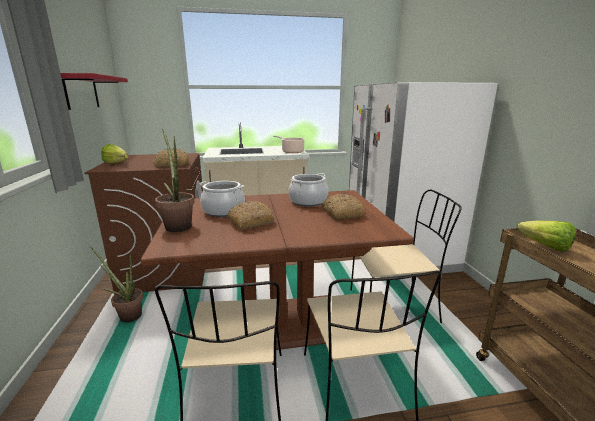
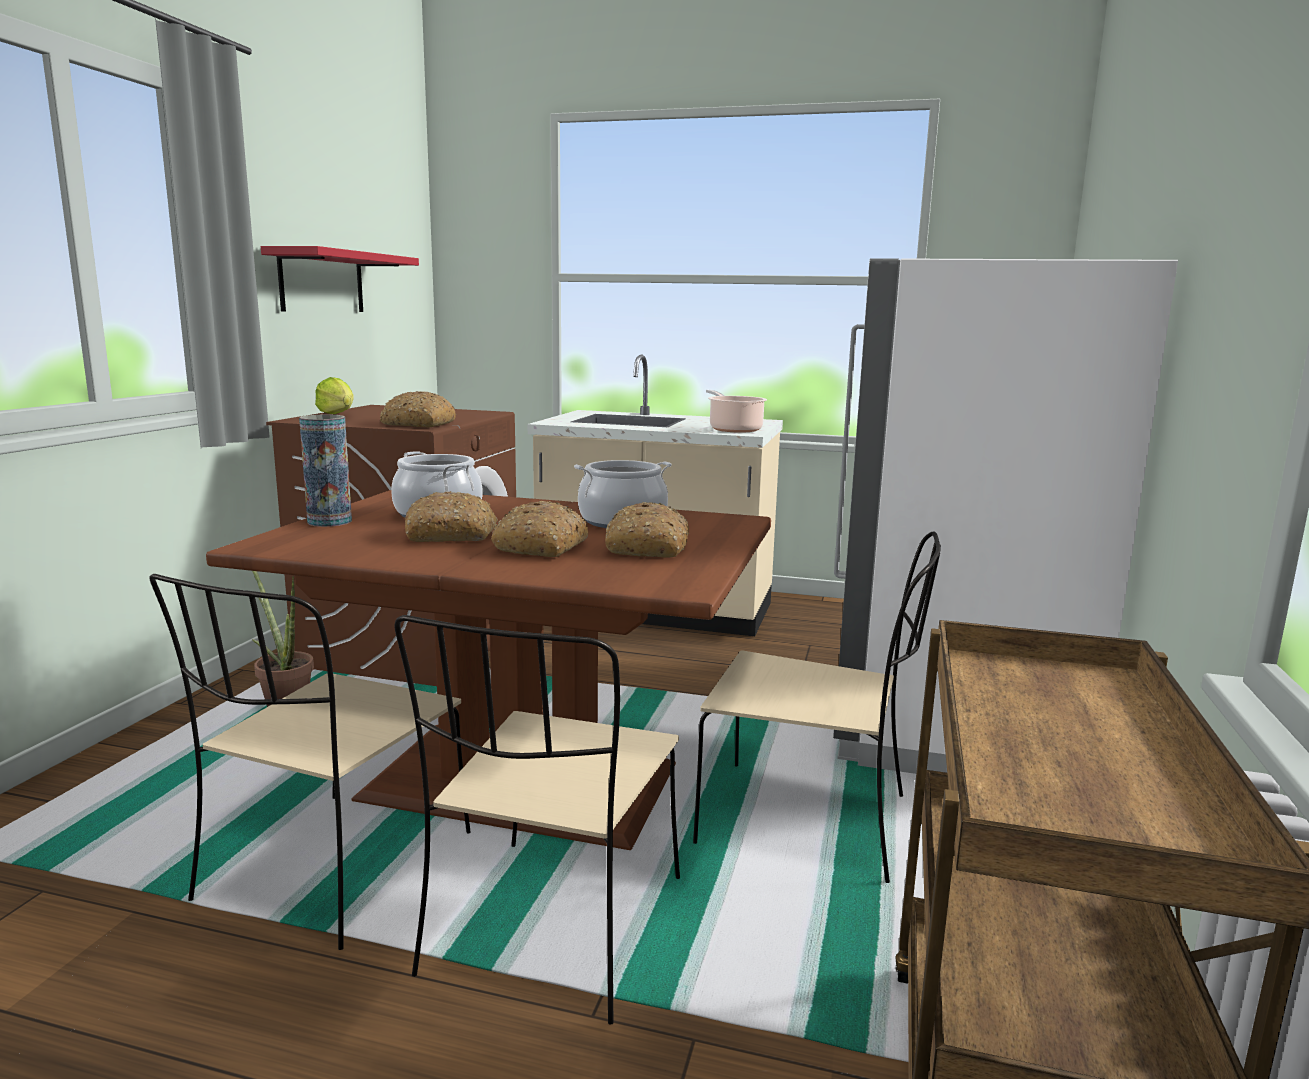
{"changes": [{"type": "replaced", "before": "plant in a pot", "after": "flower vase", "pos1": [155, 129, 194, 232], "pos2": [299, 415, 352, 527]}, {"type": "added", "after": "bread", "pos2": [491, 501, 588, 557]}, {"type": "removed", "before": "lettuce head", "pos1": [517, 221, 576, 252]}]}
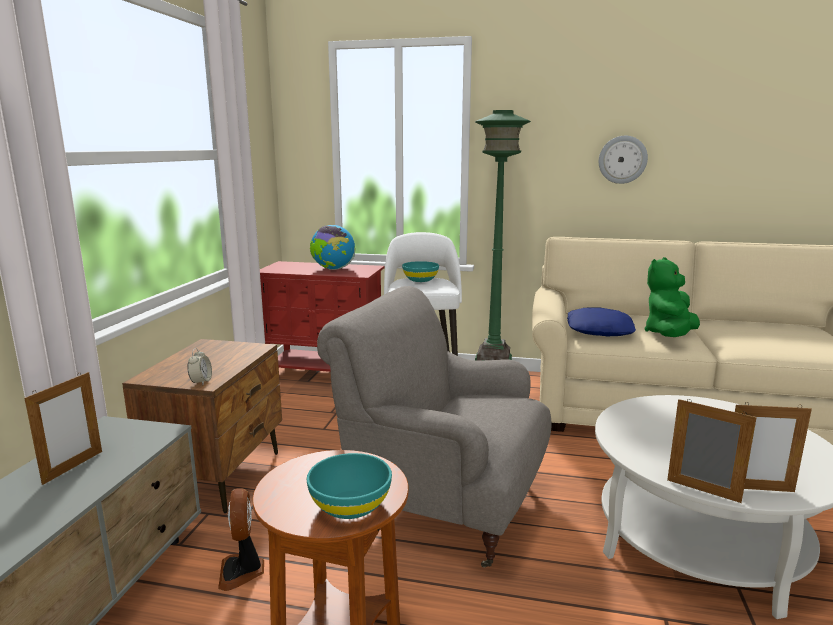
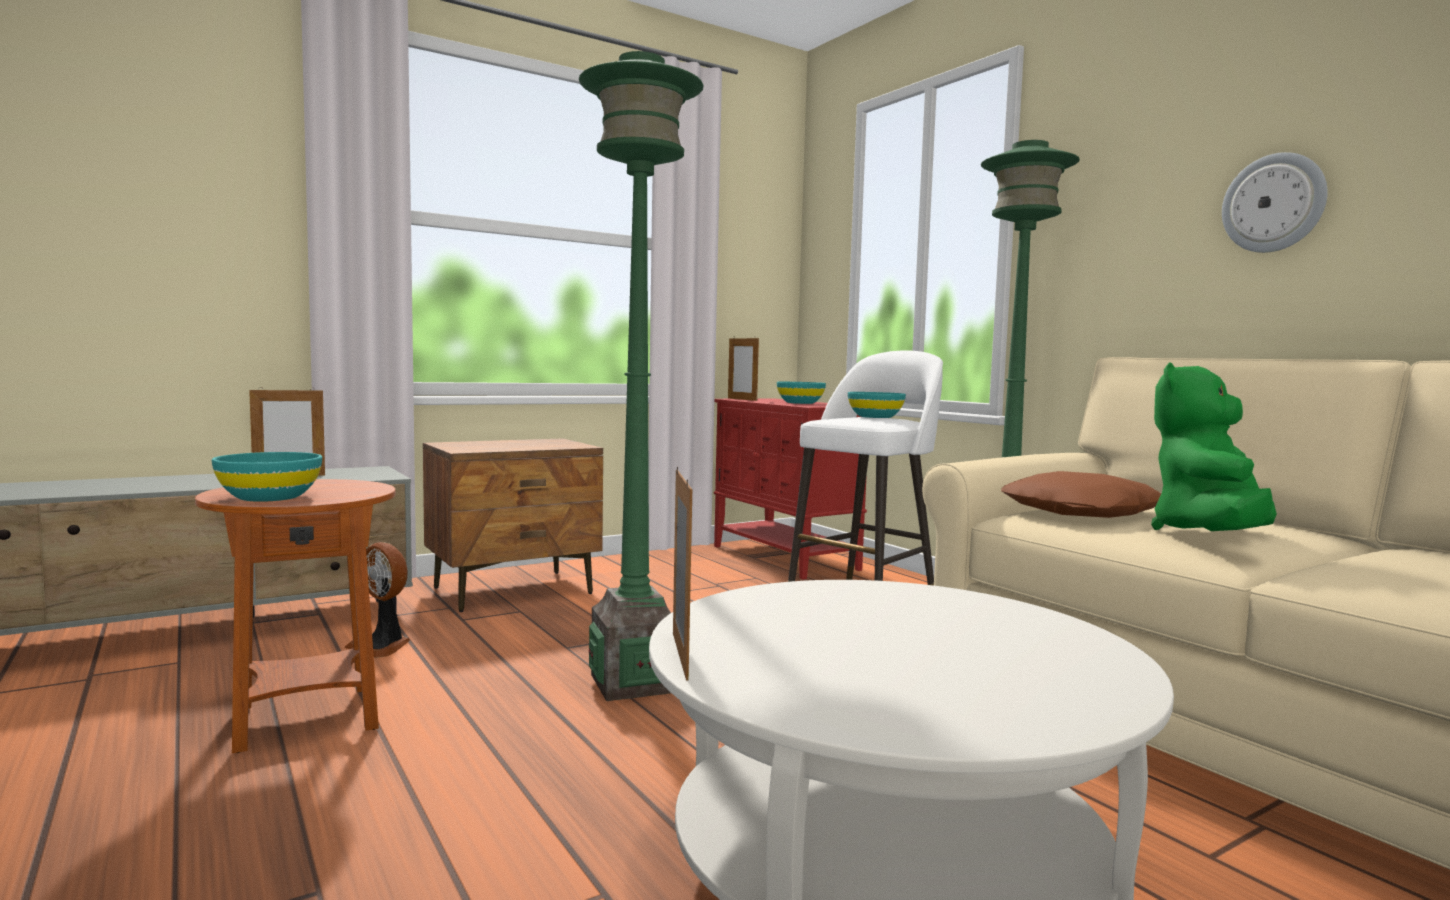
{"changes": [{"type": "turned", "before": "fan", "pos1": [218, 488, 264, 591], "pos2": [344, 542, 410, 658], "turn": -90}, {"type": "replaced", "before": "grey lounge chair", "after": "green standard lamp", "pos1": [317, 286, 551, 568], "pos2": [579, 51, 704, 701]}, {"type": "moved", "before": "standing frame", "pos1": [735, 402, 812, 492], "pos2": [728, 337, 759, 401]}, {"type": "replaced", "before": "desk globe", "after": "turquoise deep dish", "pos1": [310, 225, 355, 270], "pos2": [777, 382, 826, 404]}, {"type": "recoloured", "before": "blue cushion", "after": "brown-coloured cushion", "pos1": [567, 307, 636, 336], "pos2": [1001, 471, 1161, 518]}, {"type": "turned", "before": "green plush toy", "pos1": [644, 257, 700, 337], "pos2": [1151, 362, 1277, 531], "turn": -45}, {"type": "removed", "before": "table clock", "pos1": [187, 348, 212, 385]}]}
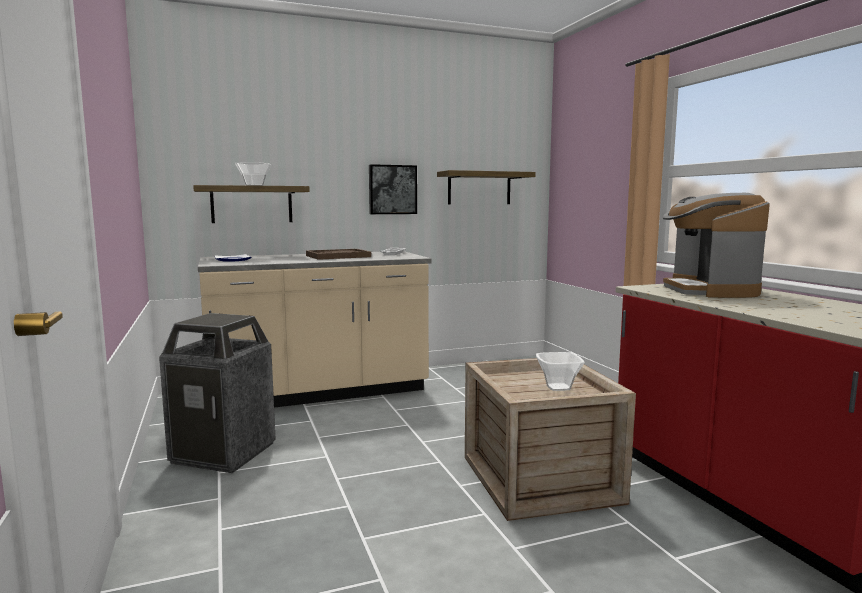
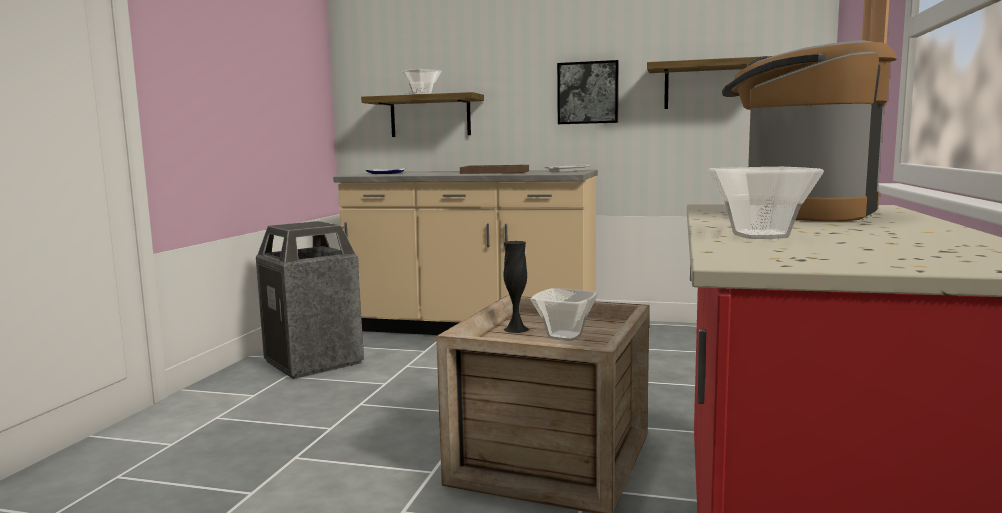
{"changes": [{"type": "added", "after": "black flower vase", "pos2": [504, 241, 529, 333]}, {"type": "added", "after": "deep dish", "pos2": [708, 167, 824, 239]}]}
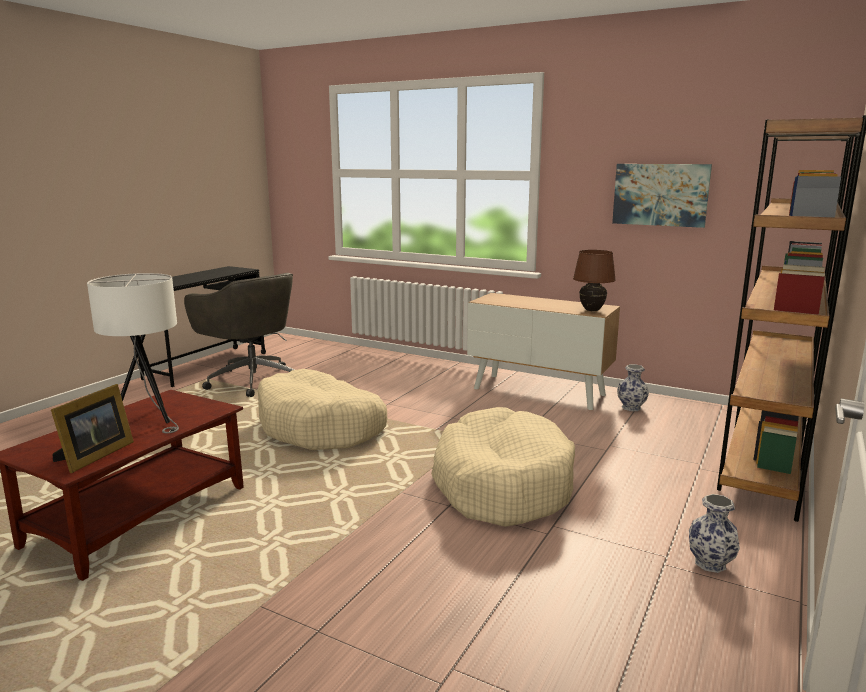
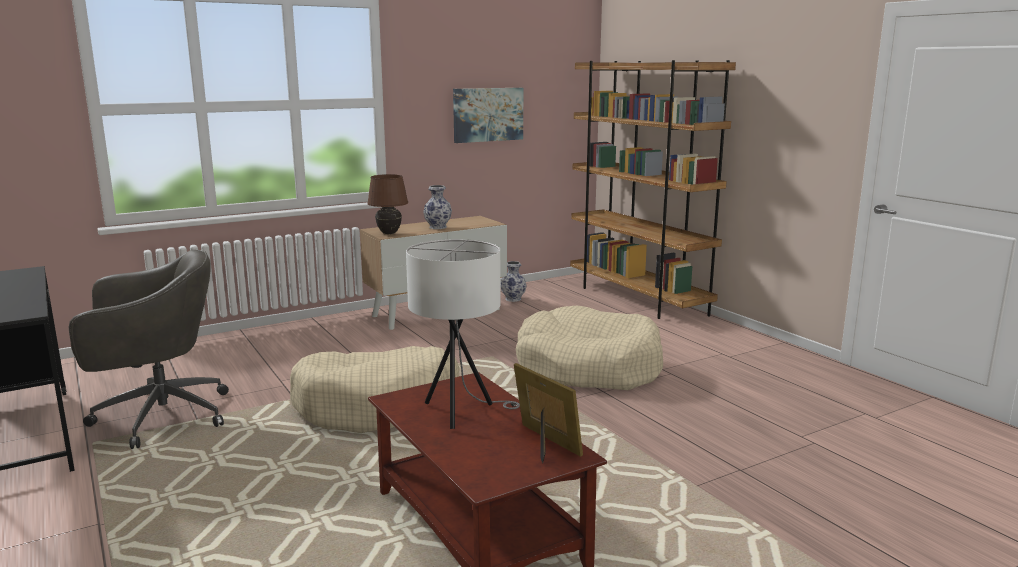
{"changes": [{"type": "moved", "before": "brown-coloured table lamp", "pos1": [573, 250, 616, 311], "pos2": [367, 174, 408, 234]}, {"type": "moved", "before": "flower vase", "pos1": [689, 494, 740, 573], "pos2": [423, 185, 452, 229]}]}
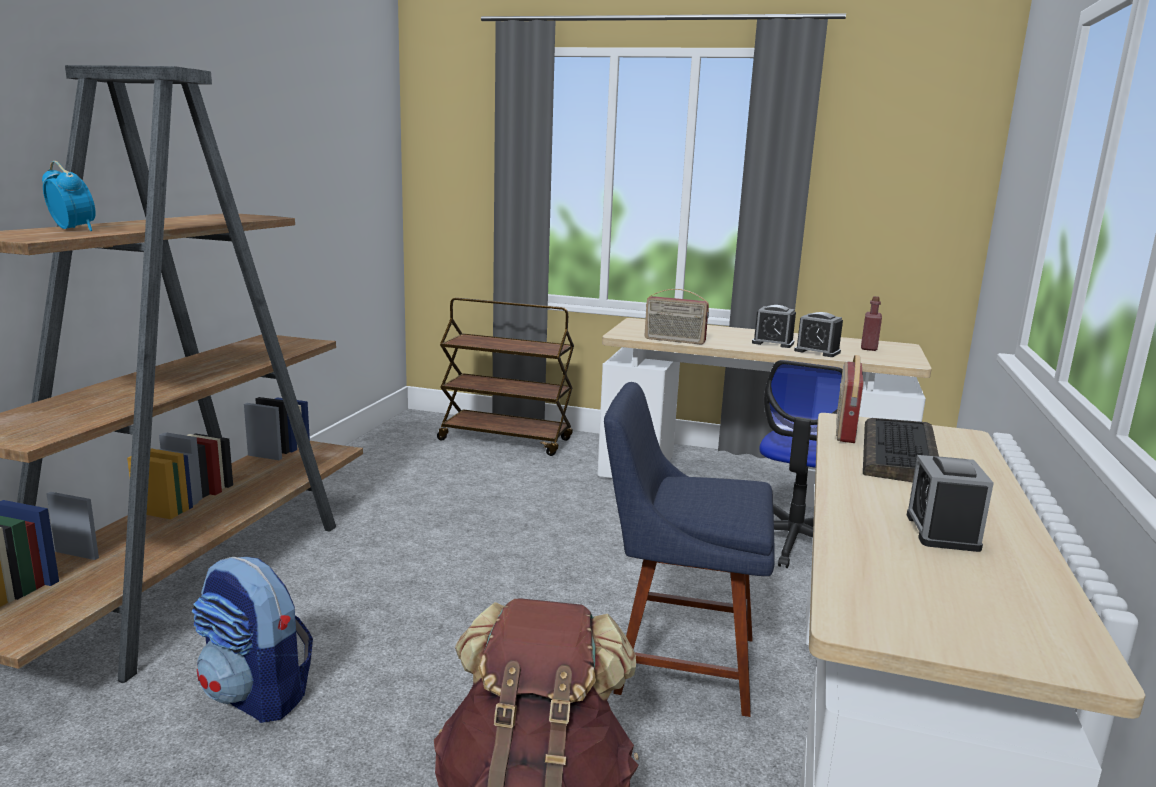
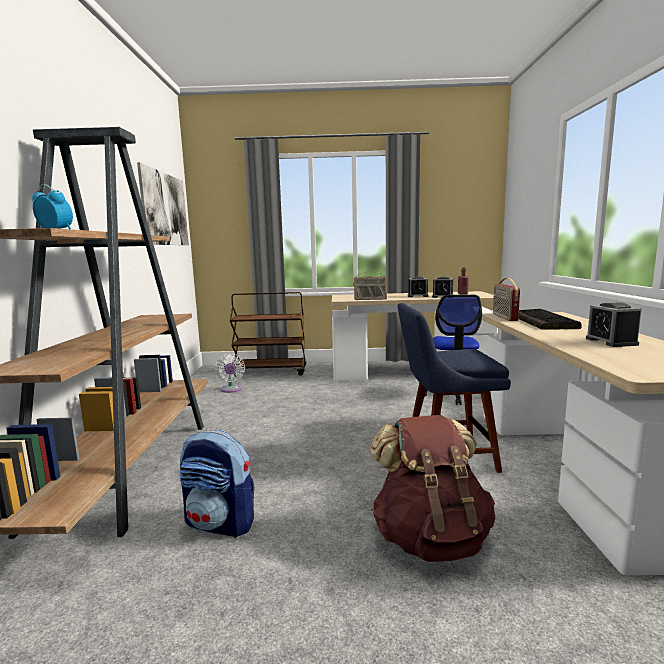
{"changes": [{"type": "added", "after": "wall art", "pos2": [137, 162, 189, 245]}, {"type": "added", "after": "whitish fan", "pos2": [215, 353, 245, 393]}]}
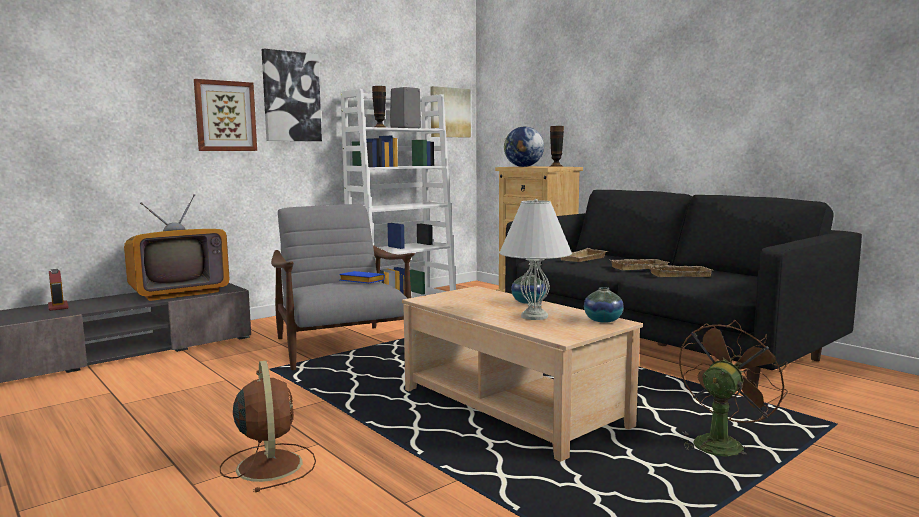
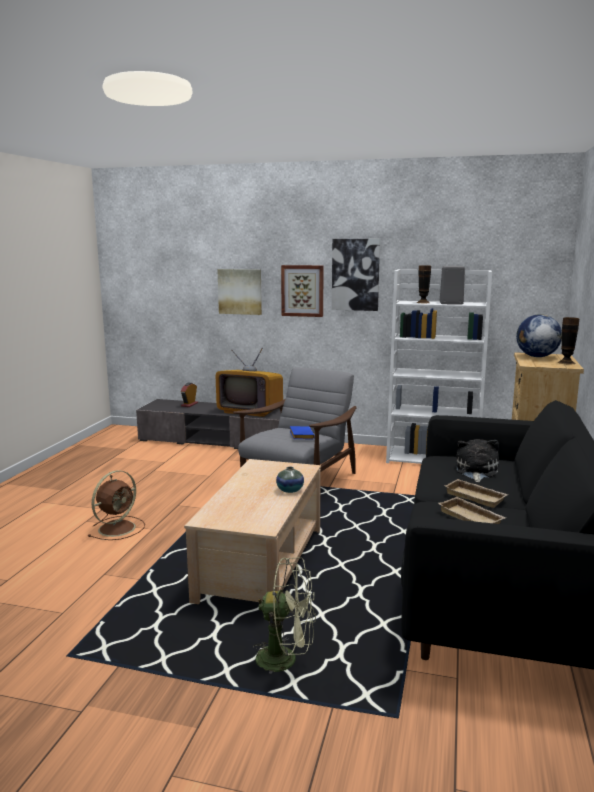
{"changes": [{"type": "moved", "before": "wall art", "pos1": [431, 86, 471, 138], "pos2": [217, 269, 262, 315]}, {"type": "recoloured", "before": "brown-coloured fan", "after": "green fan", "pos1": [679, 319, 788, 457], "pos2": [253, 558, 316, 674]}, {"type": "replaced", "before": "beige serving tray", "after": "plush toy", "pos1": [561, 248, 608, 262], "pos2": [456, 439, 499, 483]}, {"type": "removed", "before": "whitish table lamp", "pos1": [499, 199, 572, 320]}, {"type": "removed", "before": "flower vase", "pos1": [584, 287, 624, 323]}]}
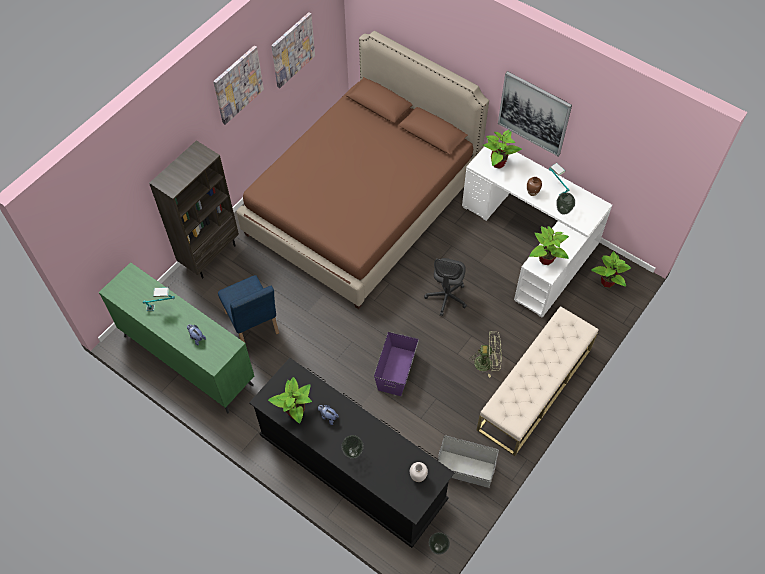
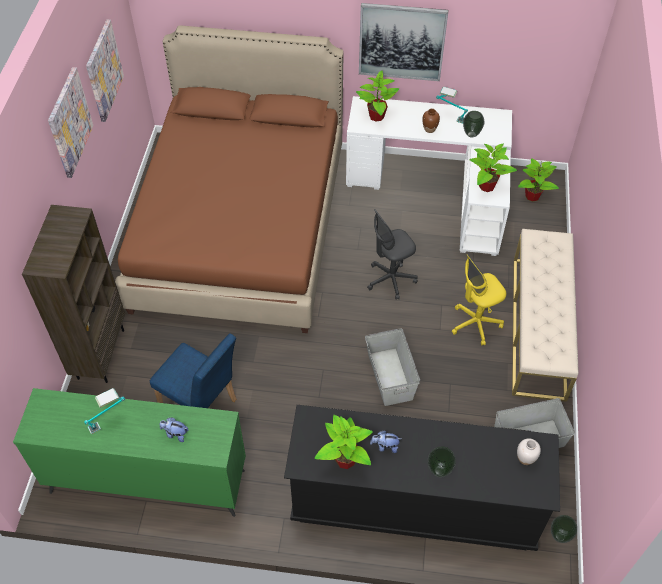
{"changes": [{"type": "recoloured", "before": "purplish storage box", "after": "grey storage box", "pos1": [374, 332, 419, 396], "pos2": [365, 328, 420, 406]}, {"type": "turned", "before": "grey office chair", "pos1": [424, 258, 467, 316], "pos2": [367, 209, 418, 300], "turn": 75}, {"type": "replaced", "before": "green fan", "after": "yellow-coloured office chair", "pos1": [469, 331, 502, 378], "pos2": [452, 254, 506, 346]}]}
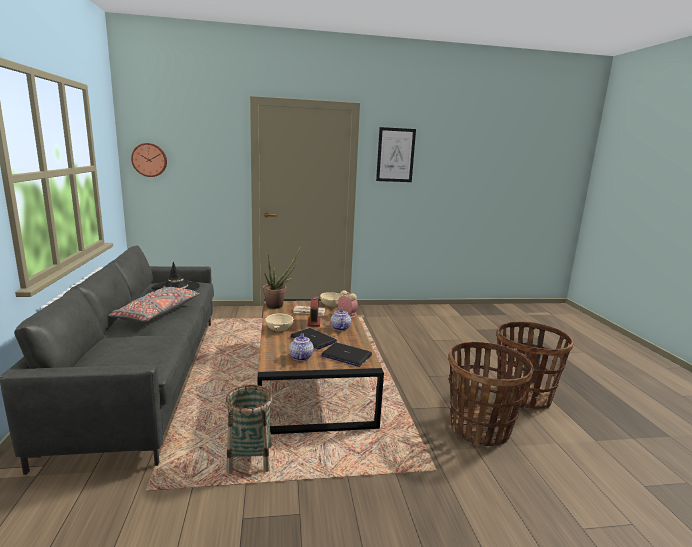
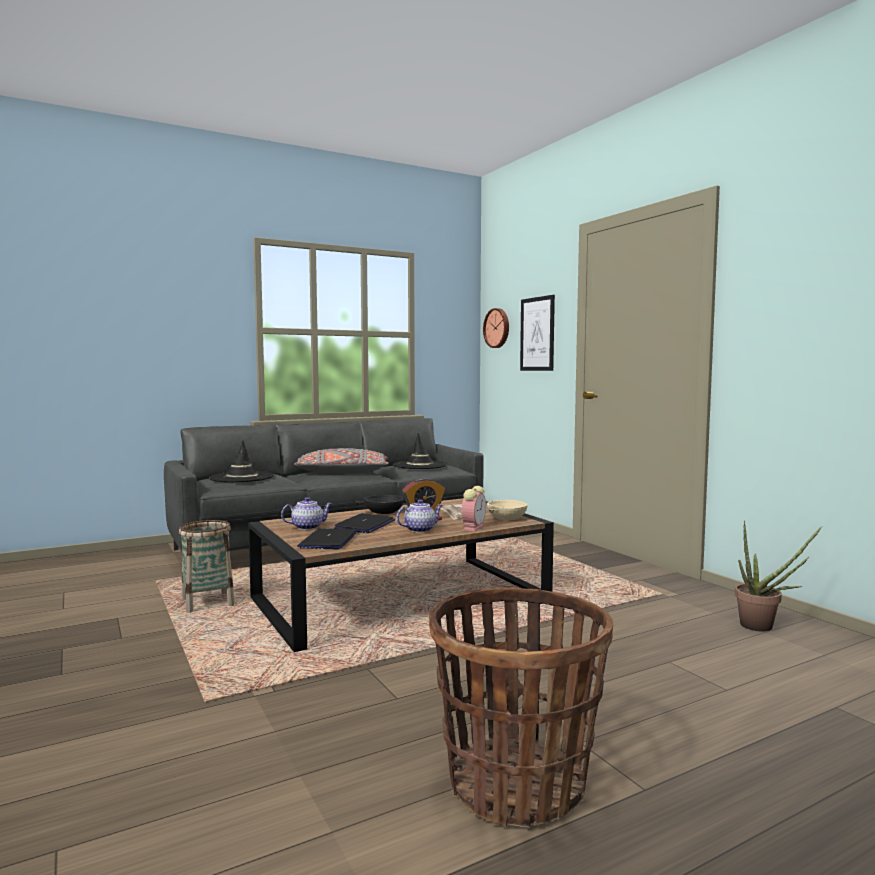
{"changes": [{"type": "added", "after": "black hat", "pos2": [209, 440, 274, 482]}, {"type": "recoloured", "before": "beige deep dish", "after": "black deep dish", "pos1": [265, 313, 294, 331], "pos2": [356, 495, 406, 514]}, {"type": "moved", "before": "wall art", "pos1": [376, 127, 416, 182], "pos2": [520, 295, 555, 371]}, {"type": "moved", "before": "plant in a pot", "pos1": [263, 246, 301, 309], "pos2": [735, 520, 822, 632]}, {"type": "removed", "before": "basket", "pos1": [448, 341, 534, 446]}]}
